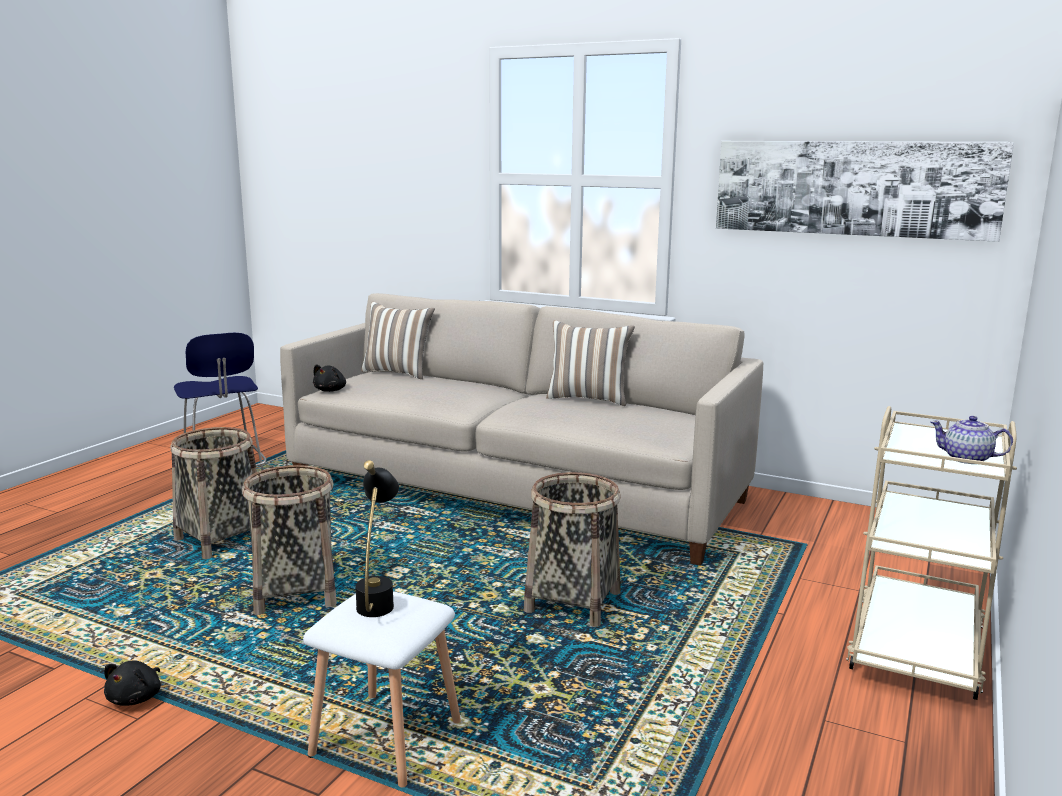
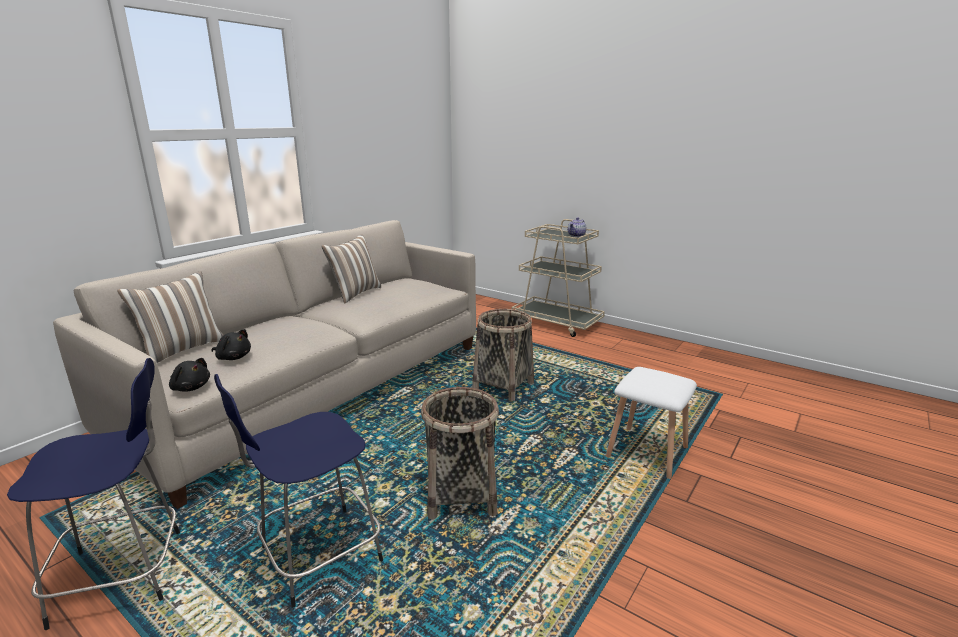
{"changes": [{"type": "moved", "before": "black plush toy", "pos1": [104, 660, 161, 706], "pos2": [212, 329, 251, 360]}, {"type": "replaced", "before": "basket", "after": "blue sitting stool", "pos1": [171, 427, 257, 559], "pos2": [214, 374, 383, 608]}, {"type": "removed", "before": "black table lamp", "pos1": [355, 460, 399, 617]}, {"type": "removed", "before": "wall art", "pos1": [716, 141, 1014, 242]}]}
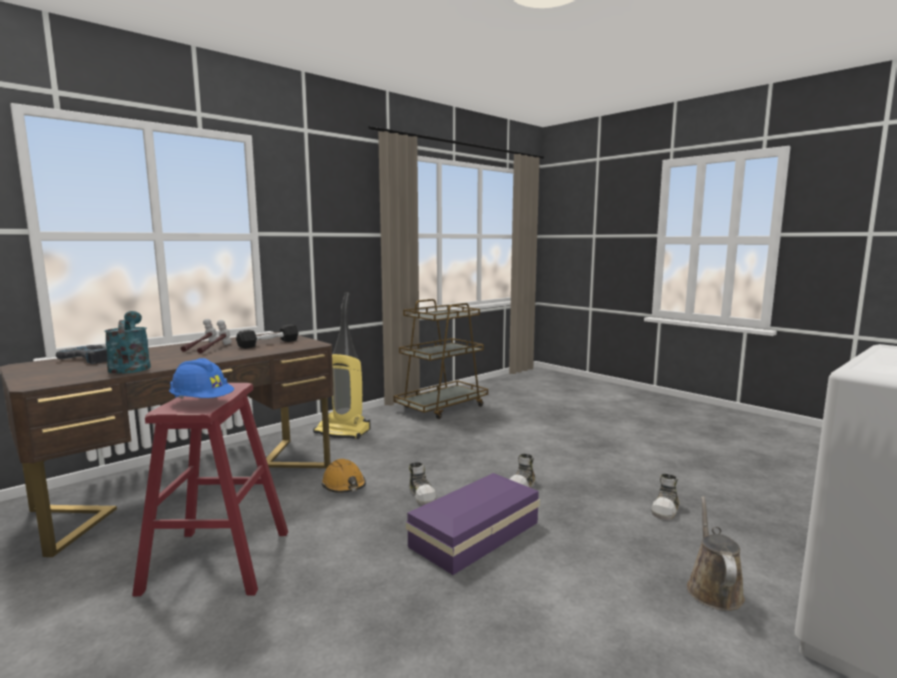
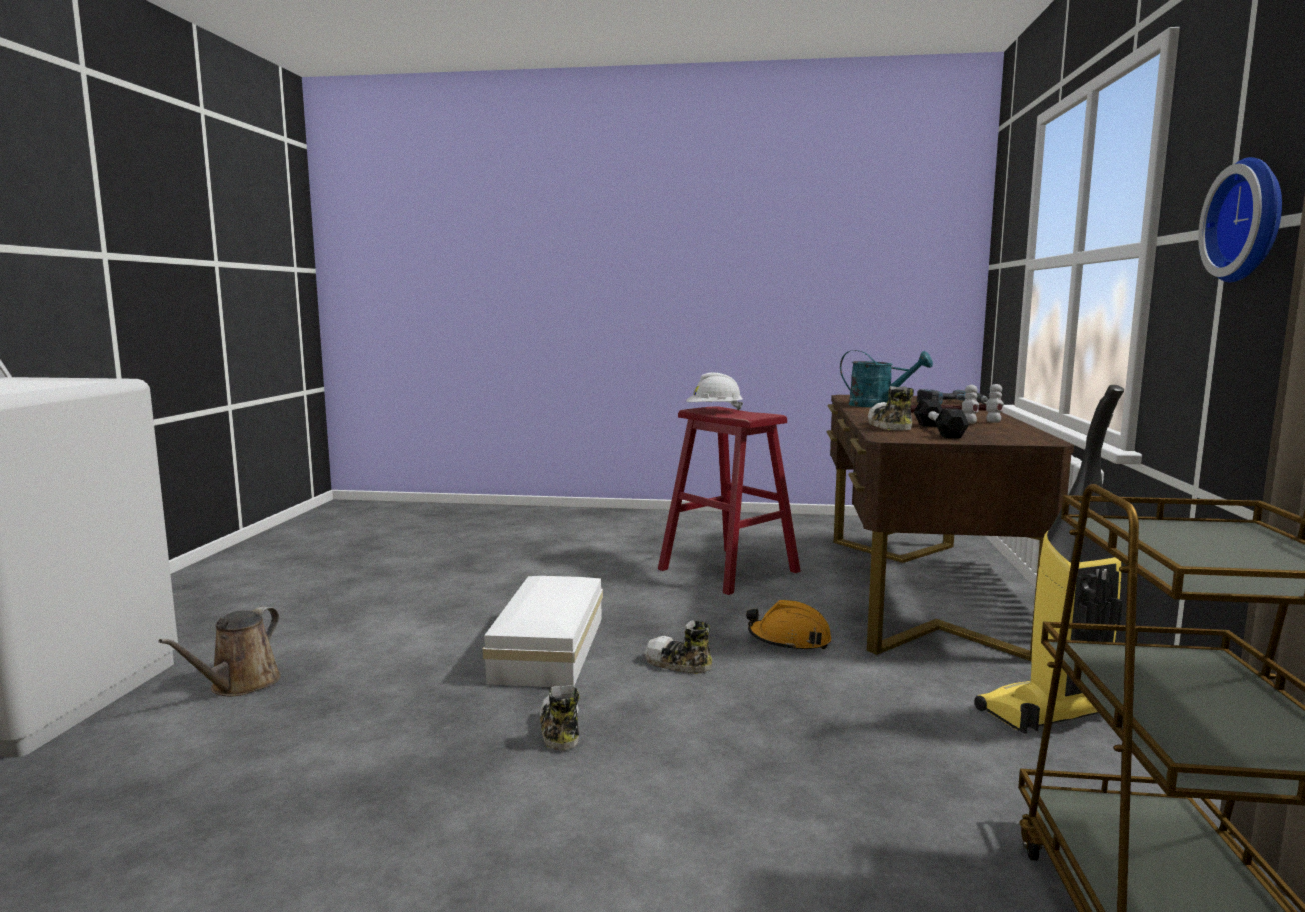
{"changes": [{"type": "turned", "before": "brown-coloured watering can", "pos1": [687, 496, 745, 611], "pos2": [159, 607, 281, 696], "turn": 45}, {"type": "recoloured", "before": "purplish storage box", "after": "whitish storage box", "pos1": [406, 473, 540, 575], "pos2": [482, 576, 603, 687]}, {"type": "recoloured", "before": "blue safety helmet", "after": "whitish safety helmet", "pos1": [169, 358, 234, 399], "pos2": [686, 372, 743, 411]}, {"type": "moved", "before": "item of footwear", "pos1": [652, 474, 680, 520], "pos2": [868, 386, 914, 430]}, {"type": "added", "after": "hanging clock", "pos2": [1198, 157, 1282, 282]}]}
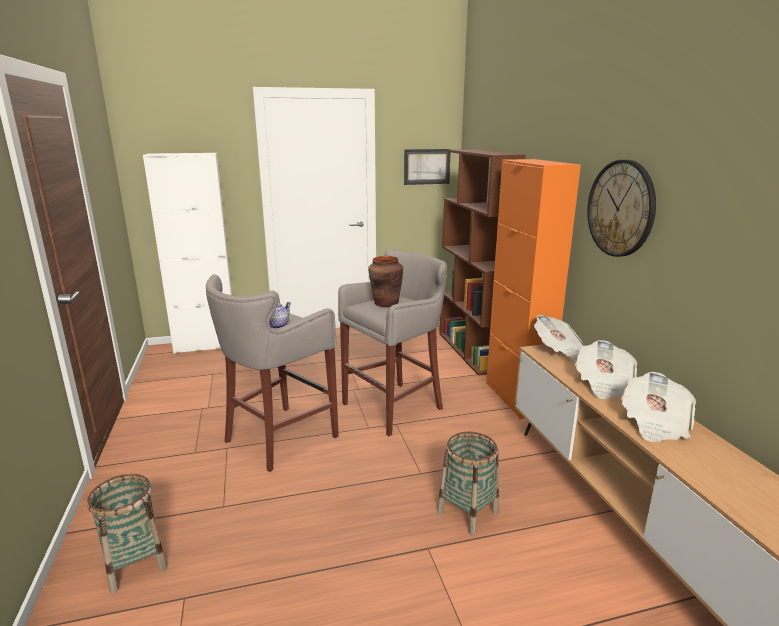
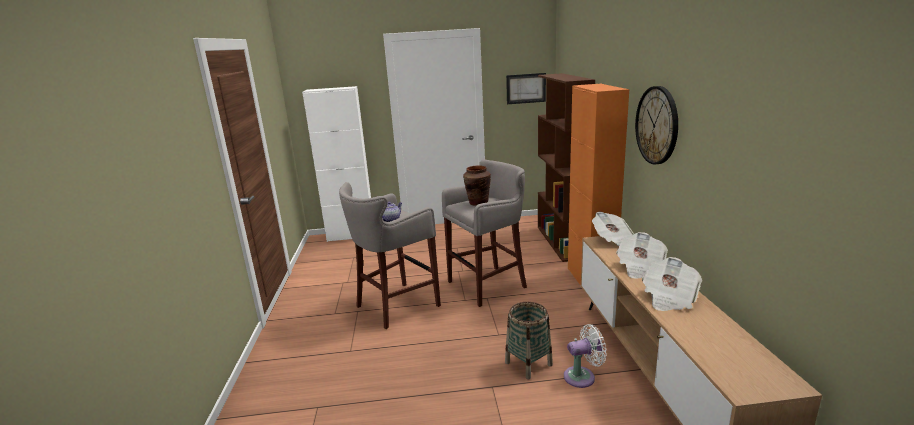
{"changes": [{"type": "added", "after": "whitish fan", "pos2": [564, 324, 607, 388]}, {"type": "removed", "before": "basket", "pos1": [87, 474, 167, 593]}]}
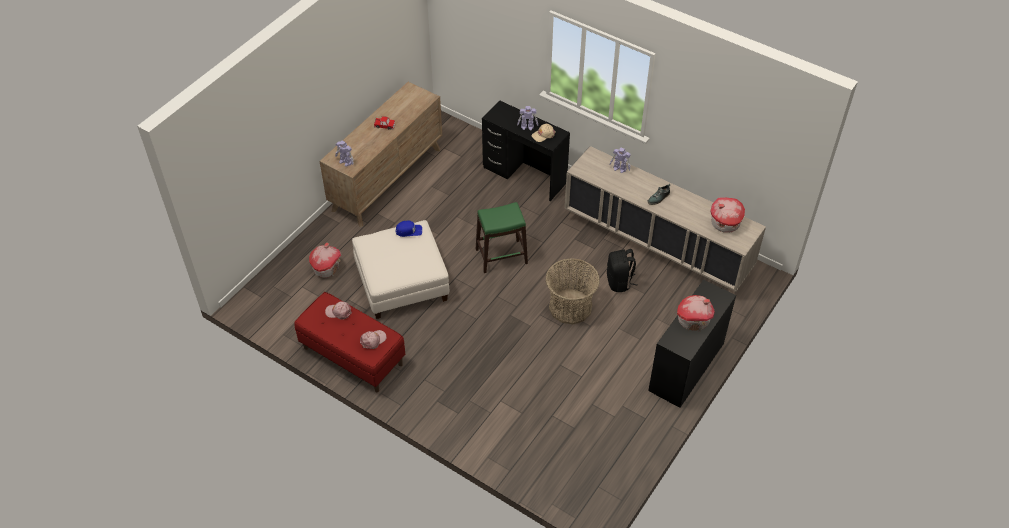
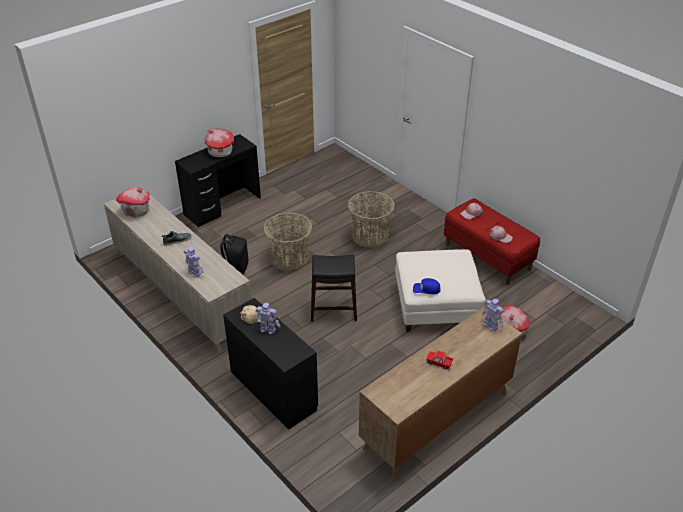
{"changes": [{"type": "recoloured", "before": "green sitting stool", "after": "black sitting stool", "pos1": [476, 202, 528, 273], "pos2": [311, 255, 357, 322]}, {"type": "added", "after": "basket", "pos2": [348, 191, 395, 248]}]}
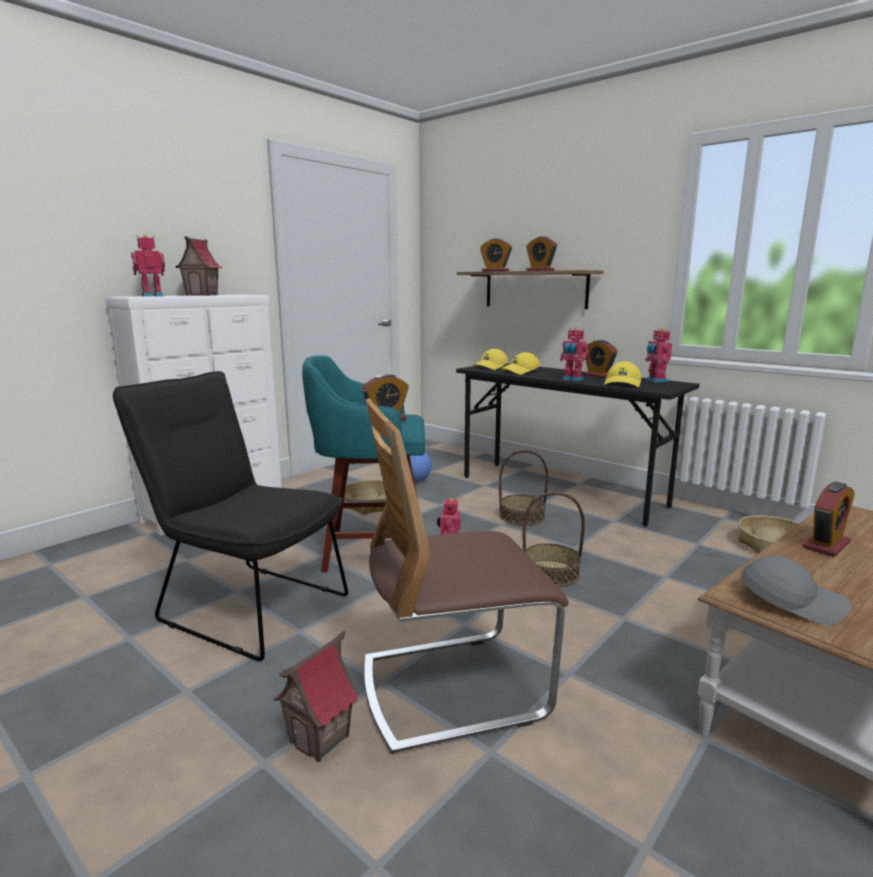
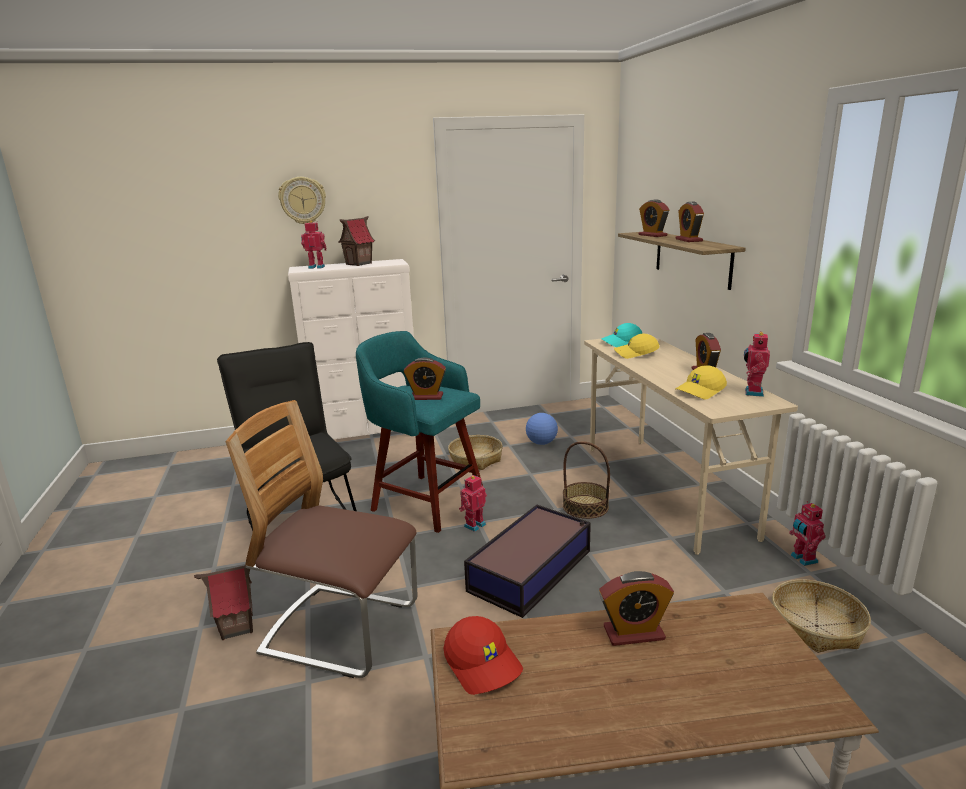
{"changes": [{"type": "added", "after": "hanging clock", "pos2": [278, 177, 326, 225]}, {"type": "recoloured", "before": "grey cap", "after": "red cap", "pos1": [741, 556, 852, 626], "pos2": [444, 616, 523, 695]}, {"type": "replaced", "before": "basket", "after": "storage box", "pos1": [523, 492, 585, 587], "pos2": [464, 505, 591, 618]}, {"type": "recoloured", "before": "black desk", "after": "beige desk", "pos1": [456, 363, 699, 527], "pos2": [584, 334, 798, 555]}, {"type": "recoloured", "before": "yellow-coloured cap", "after": "turquoise cap", "pos1": [472, 349, 508, 370], "pos2": [601, 323, 643, 347]}, {"type": "moved", "before": "toy robot", "pos1": [560, 327, 589, 381], "pos2": [789, 501, 826, 566]}]}
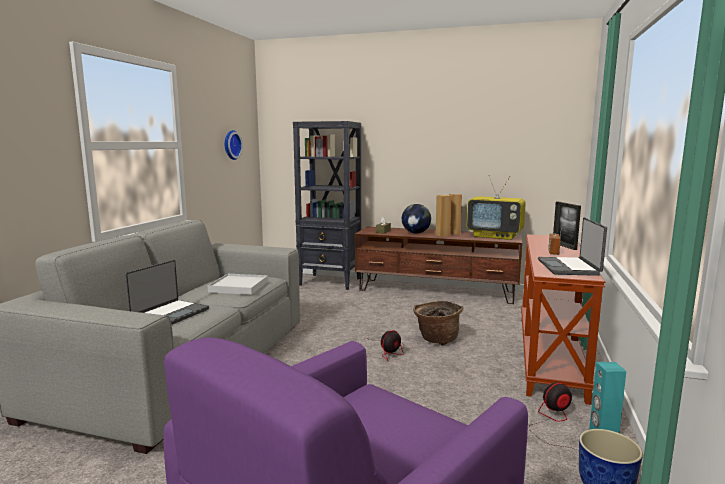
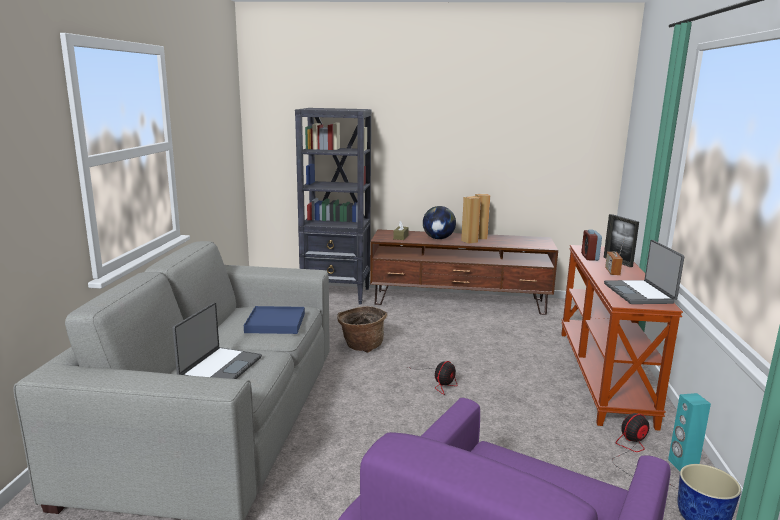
{"changes": [{"type": "recoloured", "before": "whitish serving tray", "after": "blue serving tray", "pos1": [208, 274, 268, 295], "pos2": [244, 306, 305, 334]}, {"type": "moved", "before": "basket", "pos1": [414, 301, 464, 346], "pos2": [337, 306, 387, 353]}, {"type": "added", "after": "table clock", "pos2": [581, 229, 602, 261]}, {"type": "removed", "before": "hanging clock", "pos1": [225, 130, 243, 160]}, {"type": "removed", "before": "television", "pos1": [467, 175, 526, 240]}]}
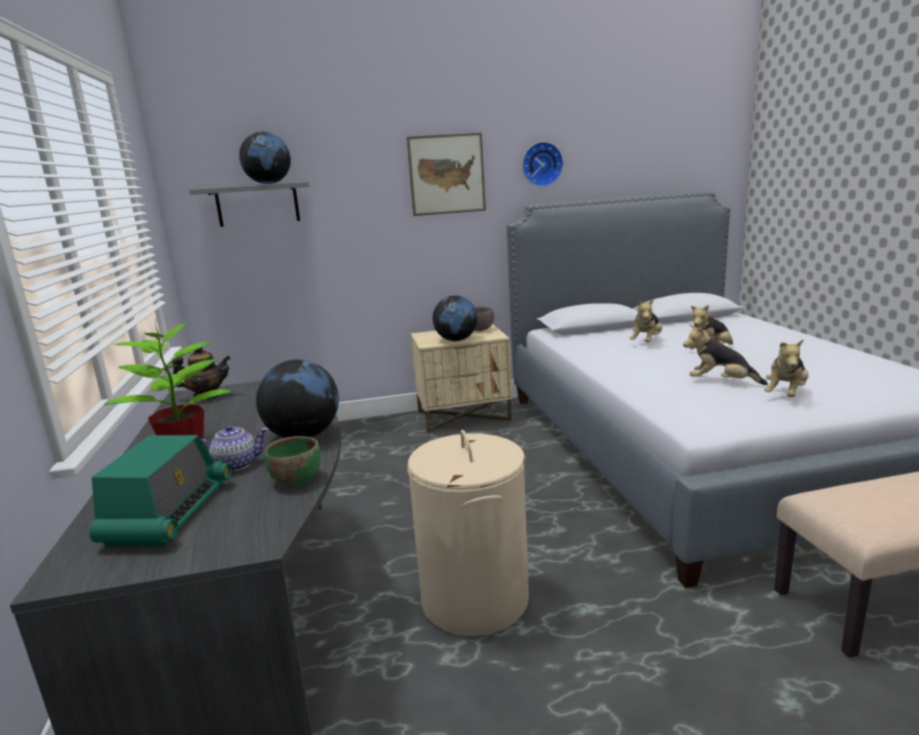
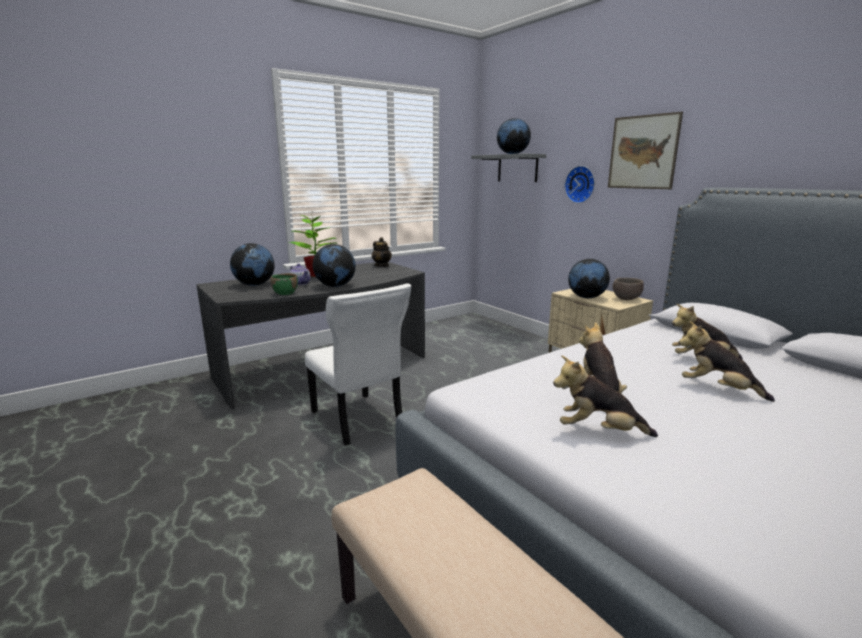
{"changes": [{"type": "replaced", "before": "radio receiver", "after": "desk globe", "pos1": [89, 435, 232, 547], "pos2": [230, 243, 275, 286]}, {"type": "replaced", "before": "beige laundry basket", "after": "whitish upright chair", "pos1": [408, 430, 529, 636], "pos2": [305, 284, 411, 445]}, {"type": "moved", "before": "hanging clock", "pos1": [522, 142, 564, 187], "pos2": [565, 166, 595, 203]}]}
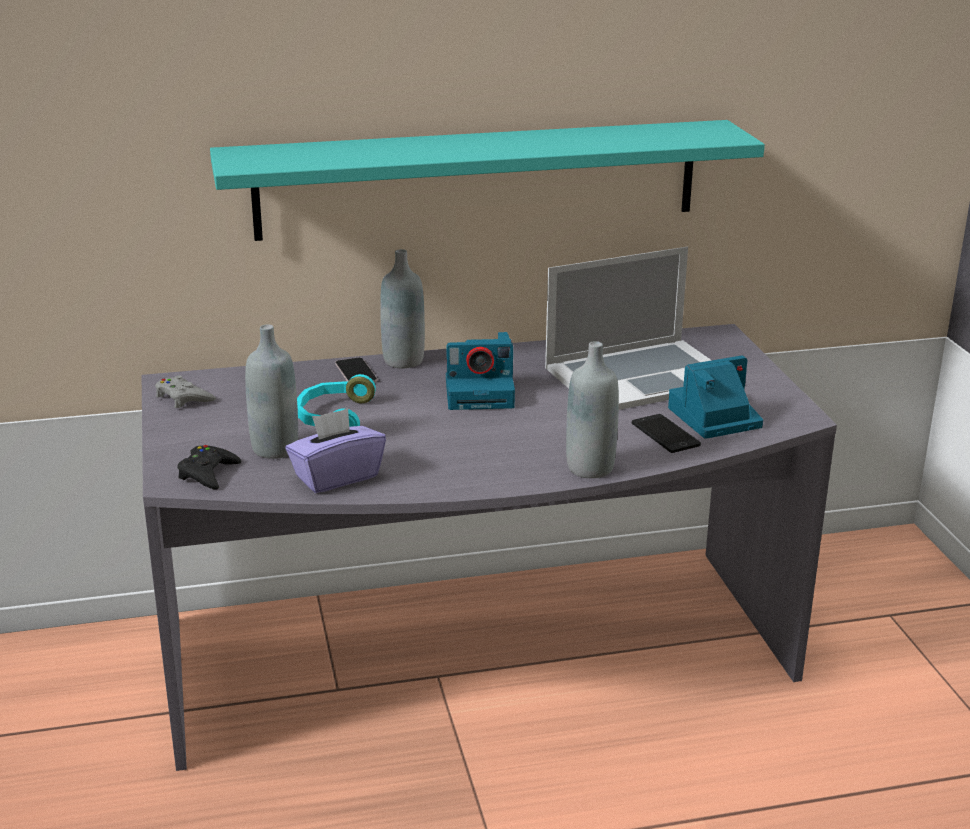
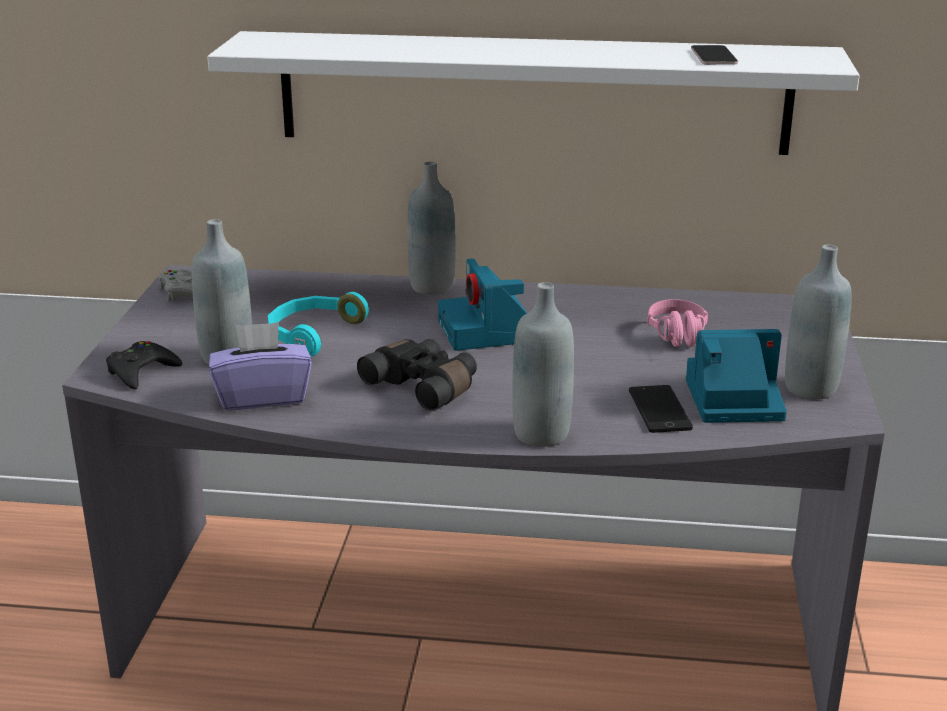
{"changes": [{"type": "recoloured", "before": "turquoise bracket shelf", "after": "whitish bracket shelf", "pos1": [210, 120, 765, 241], "pos2": [207, 31, 860, 155]}, {"type": "added", "after": "black field glasses", "pos2": [357, 339, 477, 411]}, {"type": "turned", "before": "photo camera", "pos1": [446, 332, 515, 410], "pos2": [438, 258, 527, 351], "turn": 60}, {"type": "replaced", "before": "laptop", "after": "pink headset", "pos1": [545, 247, 711, 410], "pos2": [647, 299, 708, 347]}, {"type": "moved", "before": "telephone", "pos1": [335, 357, 377, 382], "pos2": [691, 45, 738, 65]}, {"type": "added", "after": "grey drink bottle", "pos2": [785, 245, 852, 399]}]}
